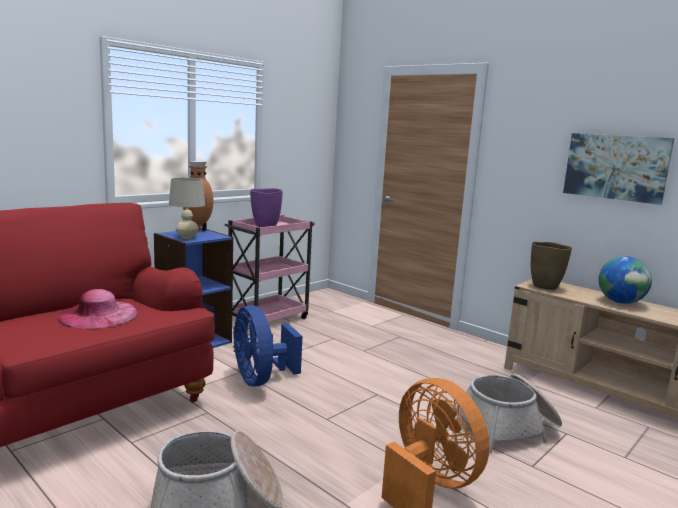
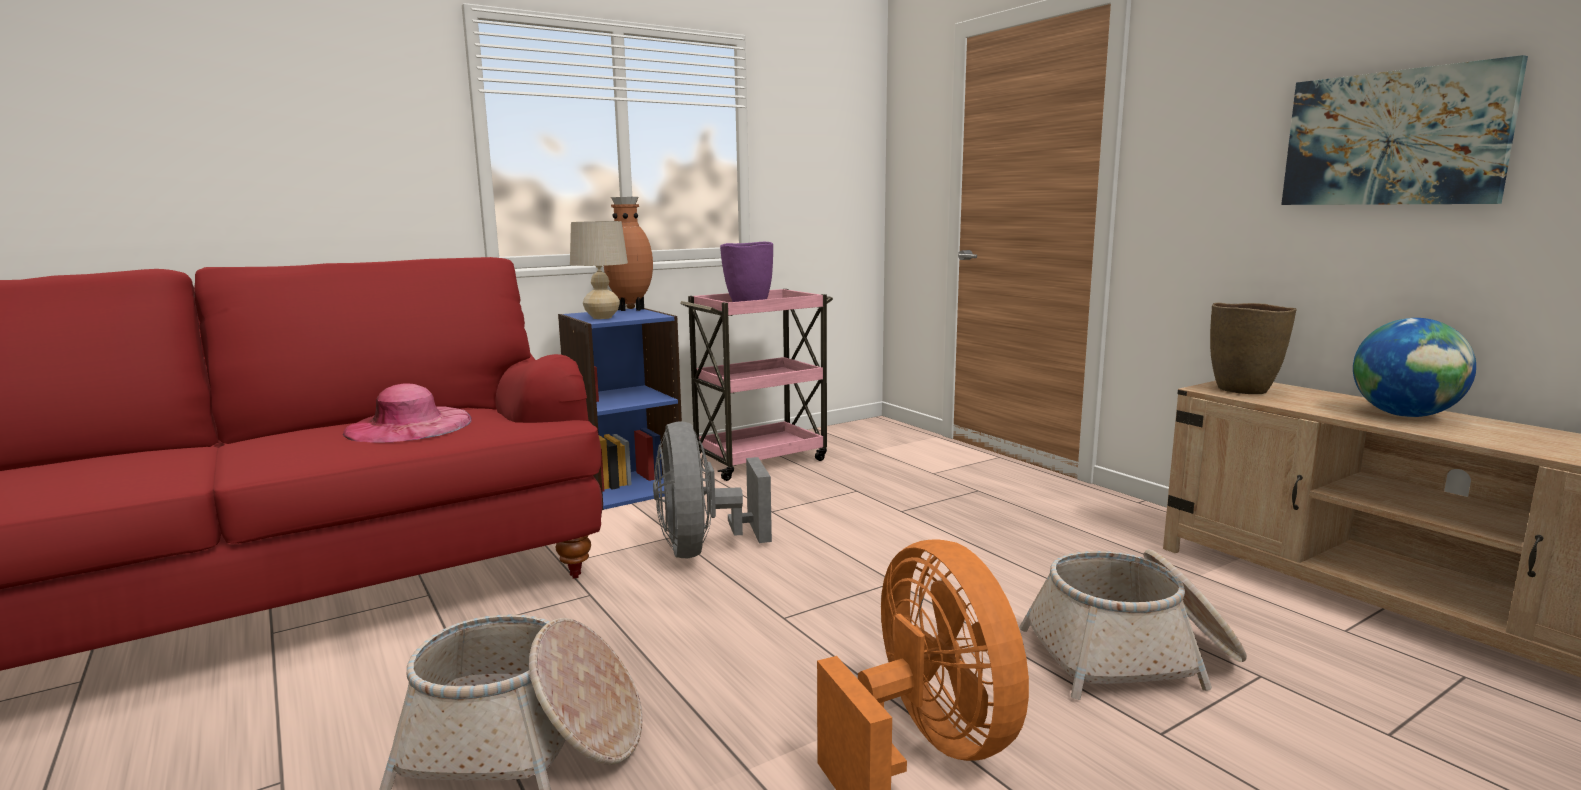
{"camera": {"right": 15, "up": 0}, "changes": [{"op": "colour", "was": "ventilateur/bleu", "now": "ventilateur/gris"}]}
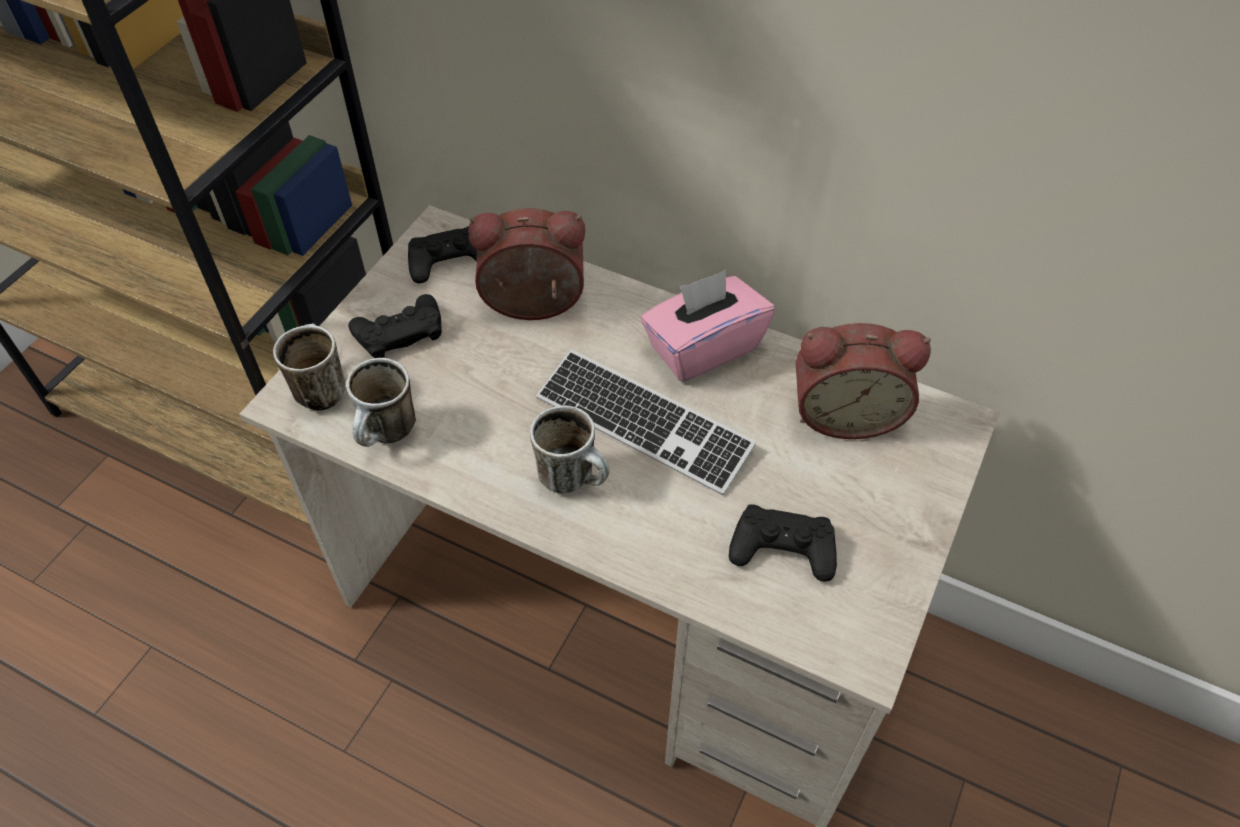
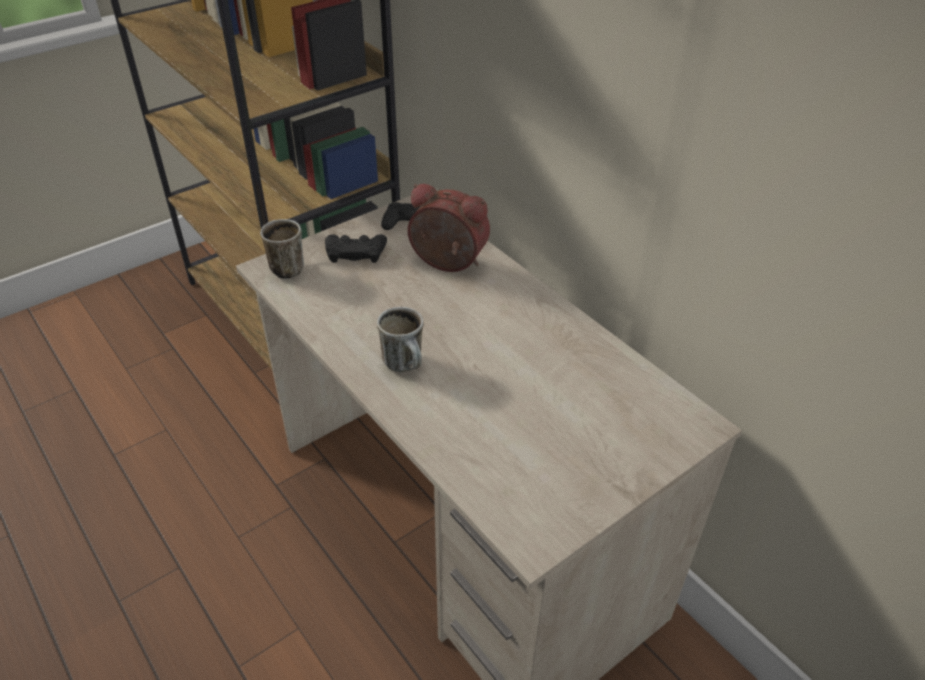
{"camera": {"right": 25, "up": -10}, "changes": [{"op": "missing", "was": "boîte à mouchoirs/rose"}, {"op": "missing", "was": "réveil (no. 2 from left)"}, {"op": "missing", "was": "clavier"}, {"op": "missing", "was": "mug (no. 2 from left)"}, {"op": "missing", "was": "manette/noir (no. 3 from left)"}]}
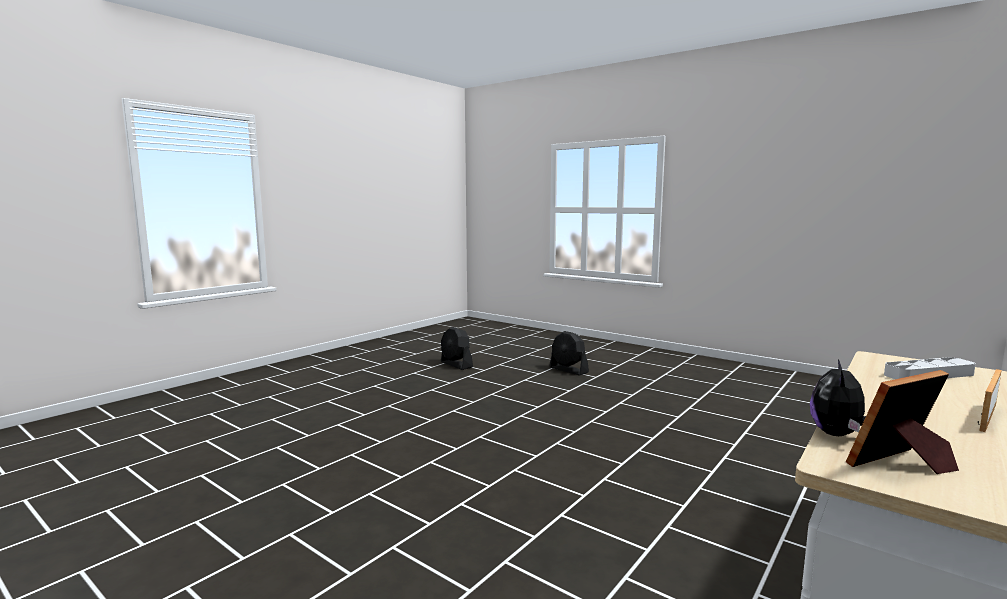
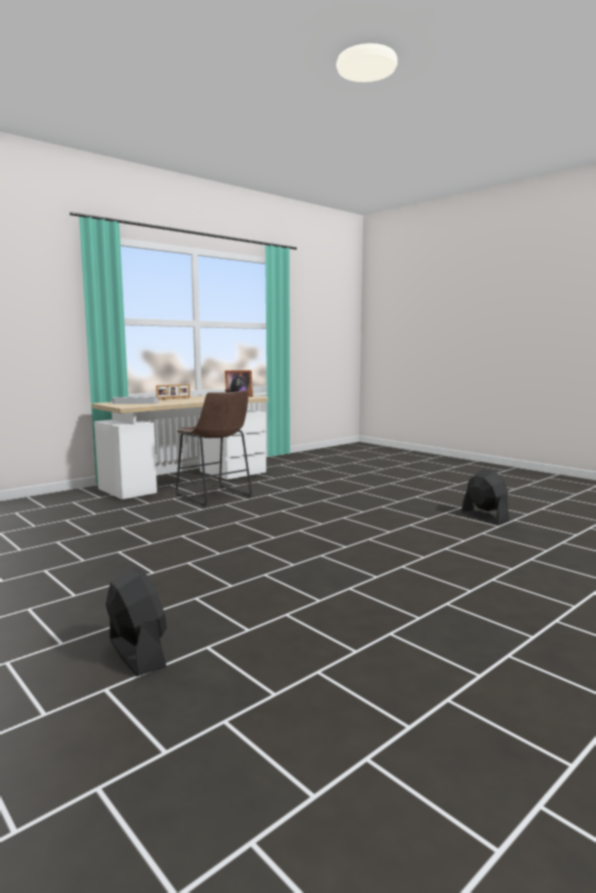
{"camera": {"right": -170, "up": 0}, "changes": [{"op": "relocated", "was": "ventilateur/noir (no. 1 from left in the first image)", "now": "ventilateur/noir (no. 2 from left)"}, {"op": "appeared", "now": "tabouret/marron"}]}
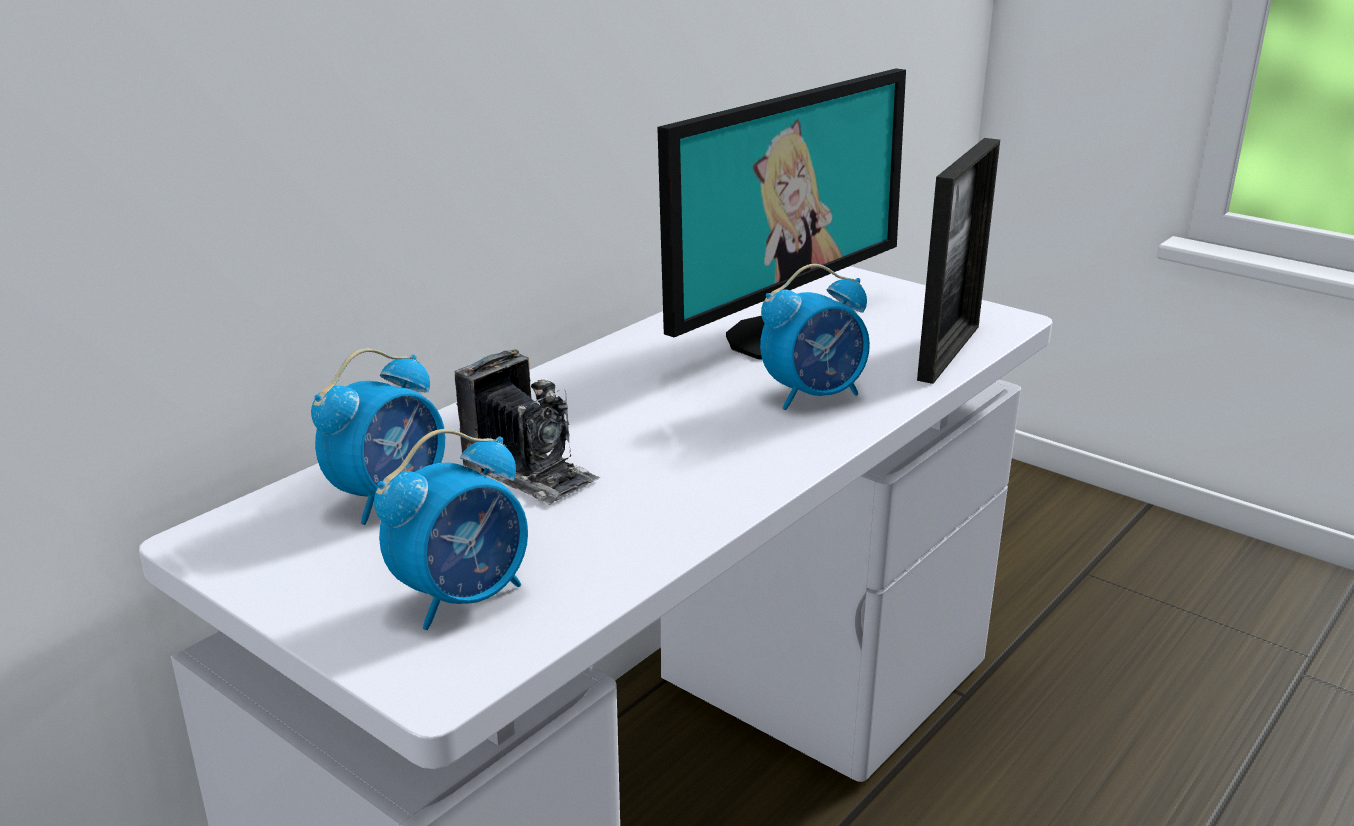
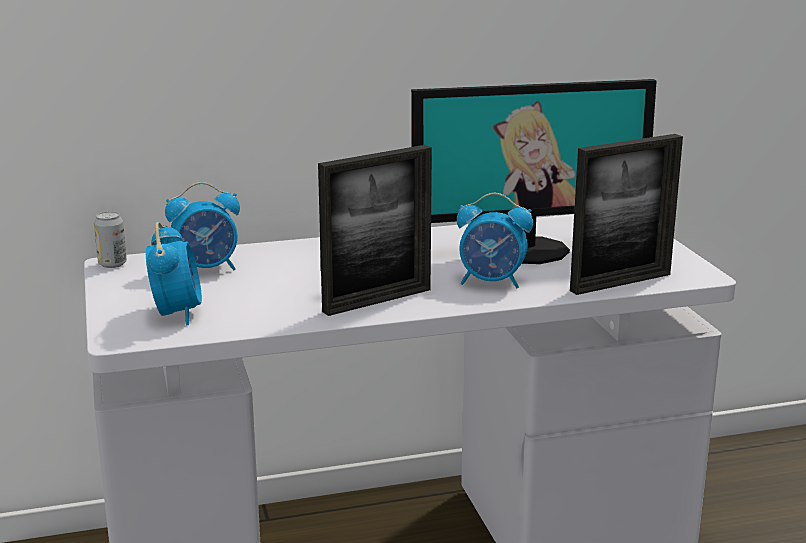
{"camera": {"right": 35, "up": -5}, "changes": [{"op": "missing", "was": "appareil photo"}, {"op": "spun", "was": "réveil (no. 2 from left in the first image)", "clockwise": -90}, {"op": "appeared", "now": "cadre photo (no. 1 from left)"}, {"op": "appeared", "now": "boîte métallique"}]}
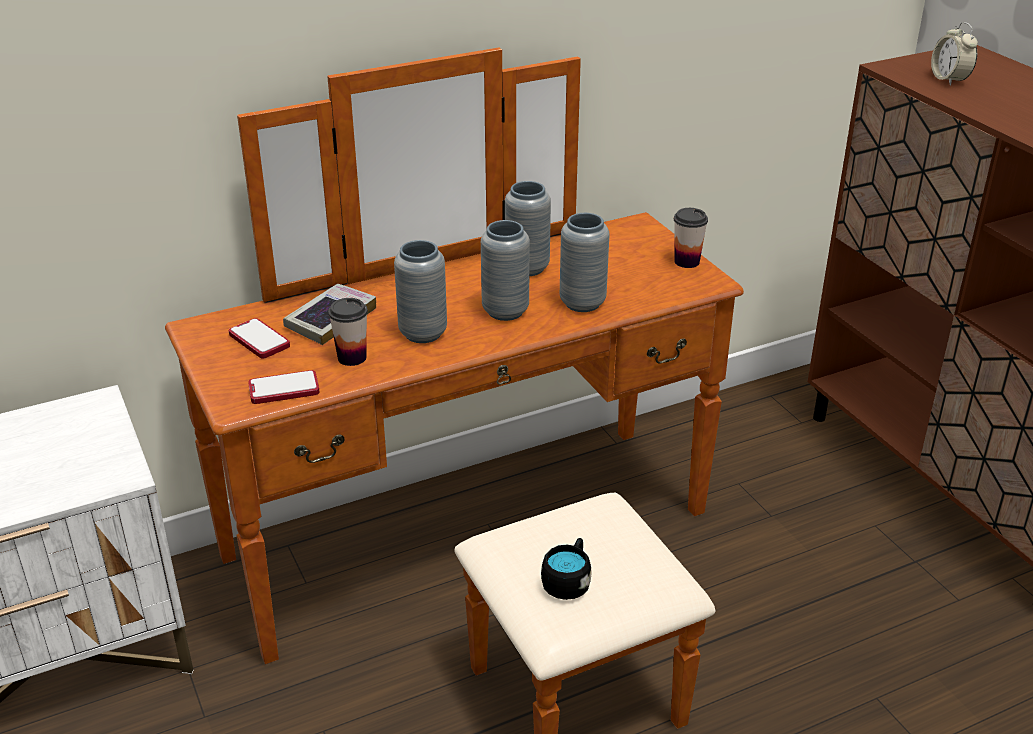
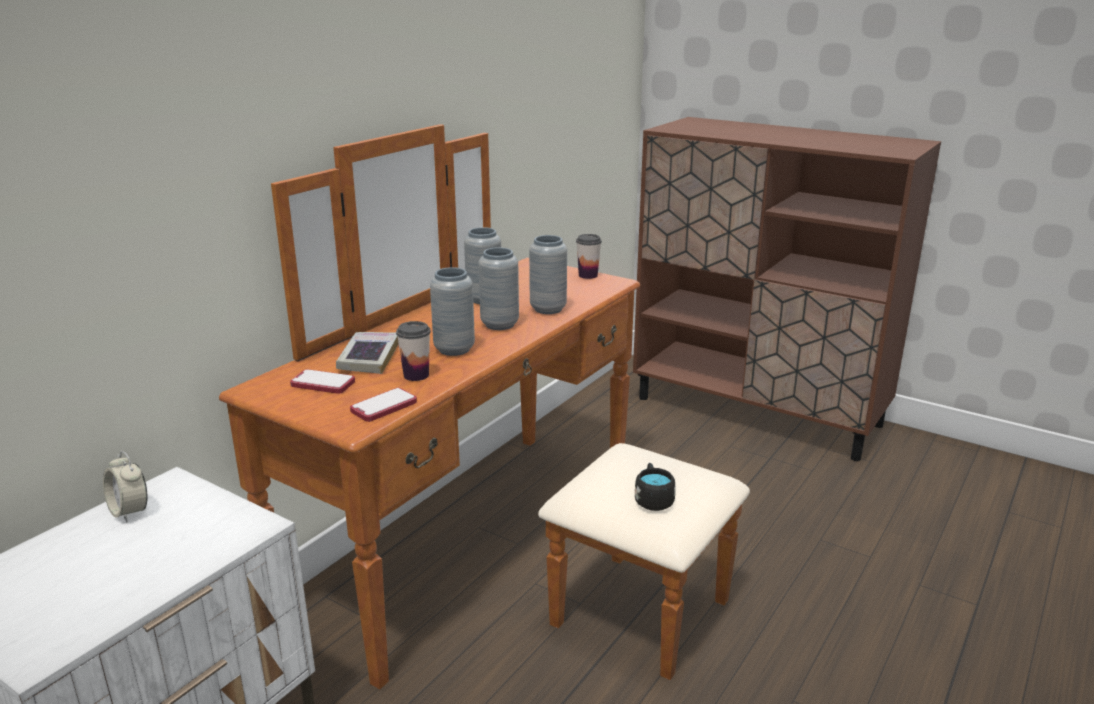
{"camera": {"right": -30, "up": -10}, "changes": [{"op": "relocated", "was": "réveil"}]}
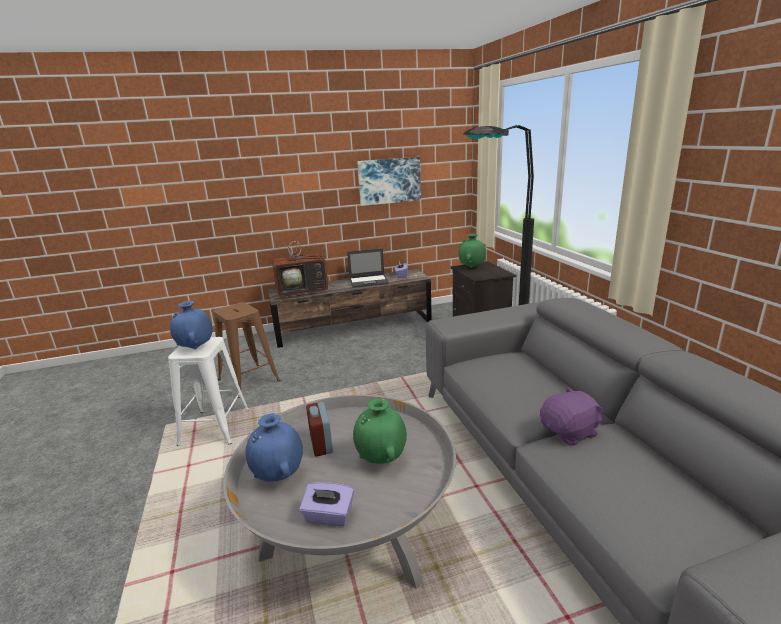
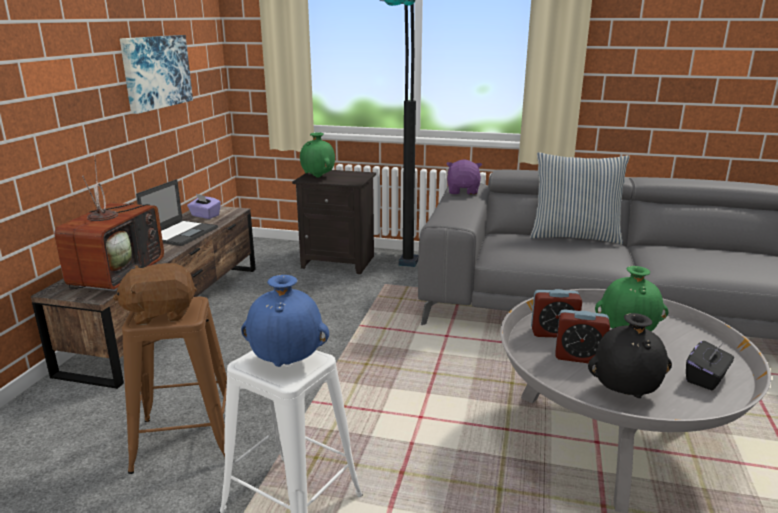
{"camera": {"right": -60, "up": 0}, "changes": [{"op": "relocated", "was": "peluche/violet"}, {"op": "colour", "was": "vase/bleu (no. 2 from left)", "now": "vase/noir"}, {"op": "colour", "was": "boîte à mouchoirs/violet (no. 1 from left)", "now": "boîte à mouchoirs/noir"}, {"op": "appeared", "now": "coussin"}, {"op": "appeared", "now": "peluche/marron"}, {"op": "appeared", "now": "réveil (no. 1 from left)"}]}
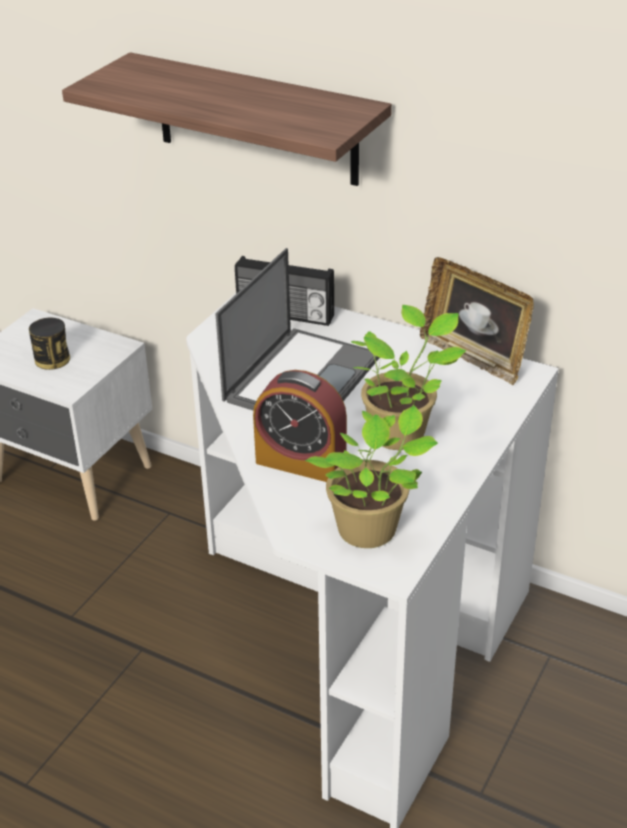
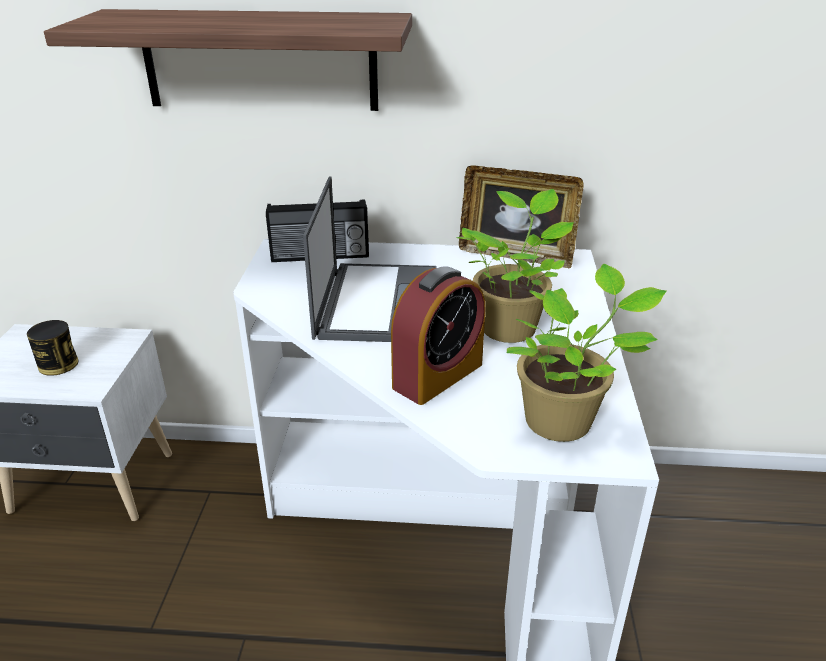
{"camera": {"right": -25, "up": -5}, "changes": [{"op": "spun", "was": "réveil", "clockwise": -45}]}
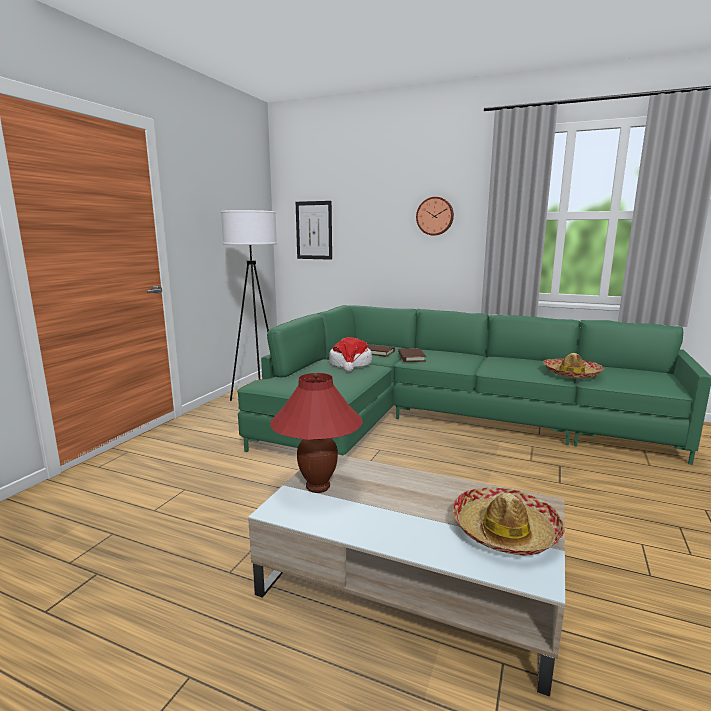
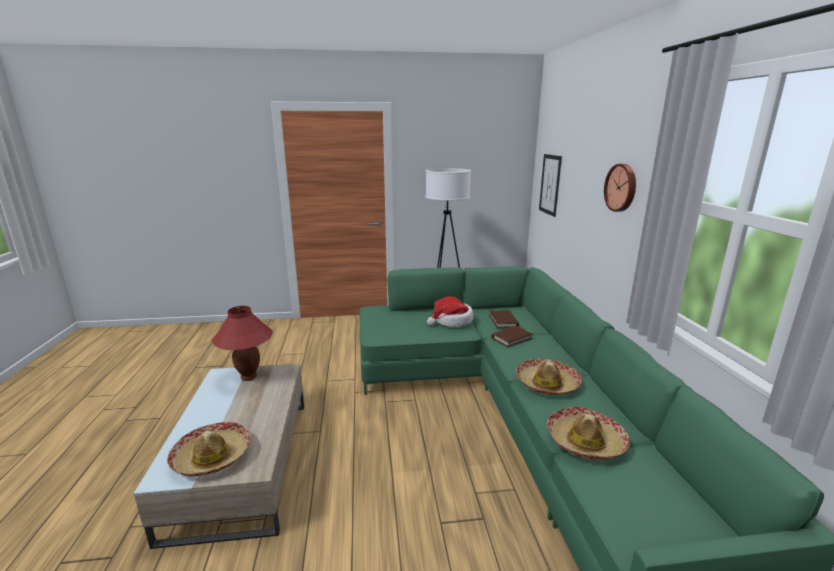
{"camera": {"right": 60, "up": 5}, "changes": [{"op": "appeared", "now": "chapeau (no. 3 from left)"}]}
